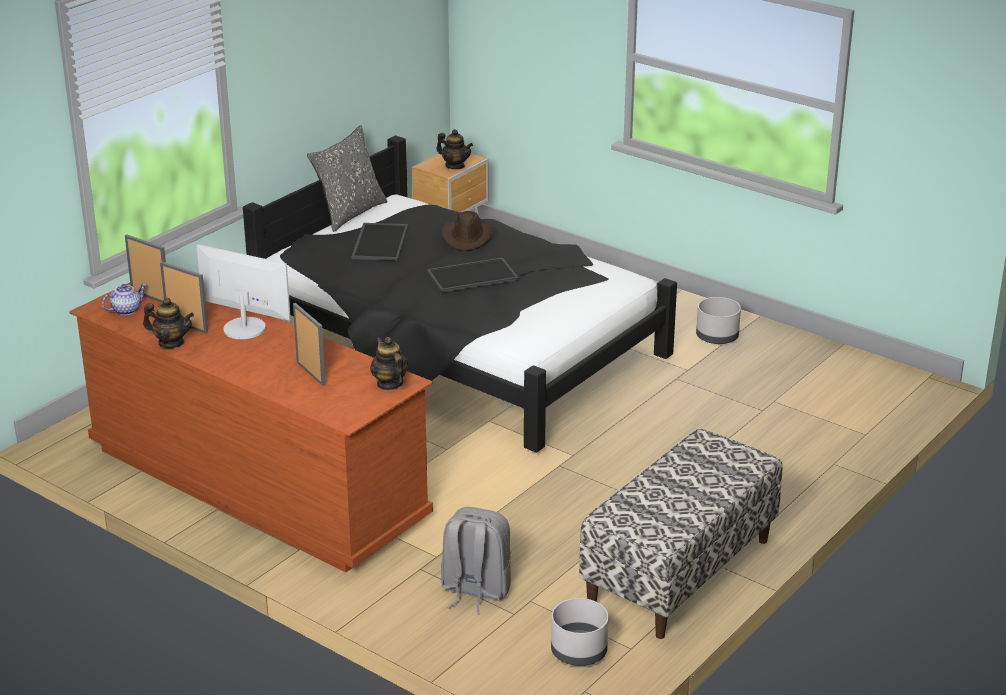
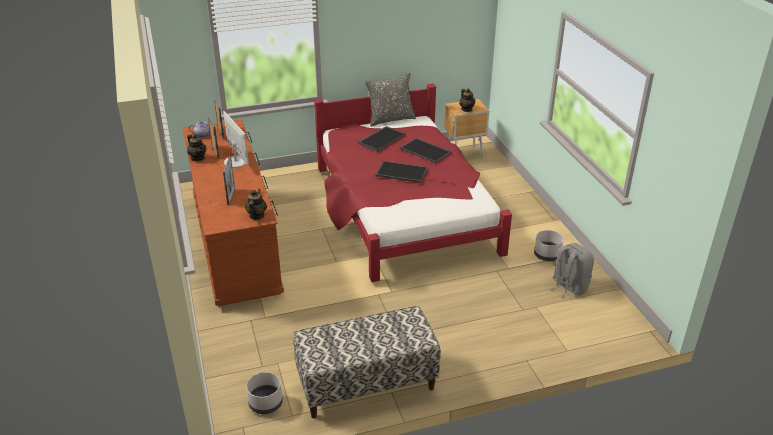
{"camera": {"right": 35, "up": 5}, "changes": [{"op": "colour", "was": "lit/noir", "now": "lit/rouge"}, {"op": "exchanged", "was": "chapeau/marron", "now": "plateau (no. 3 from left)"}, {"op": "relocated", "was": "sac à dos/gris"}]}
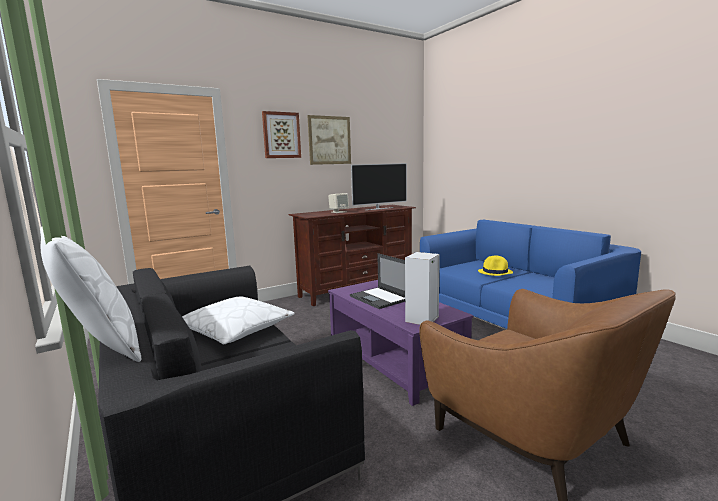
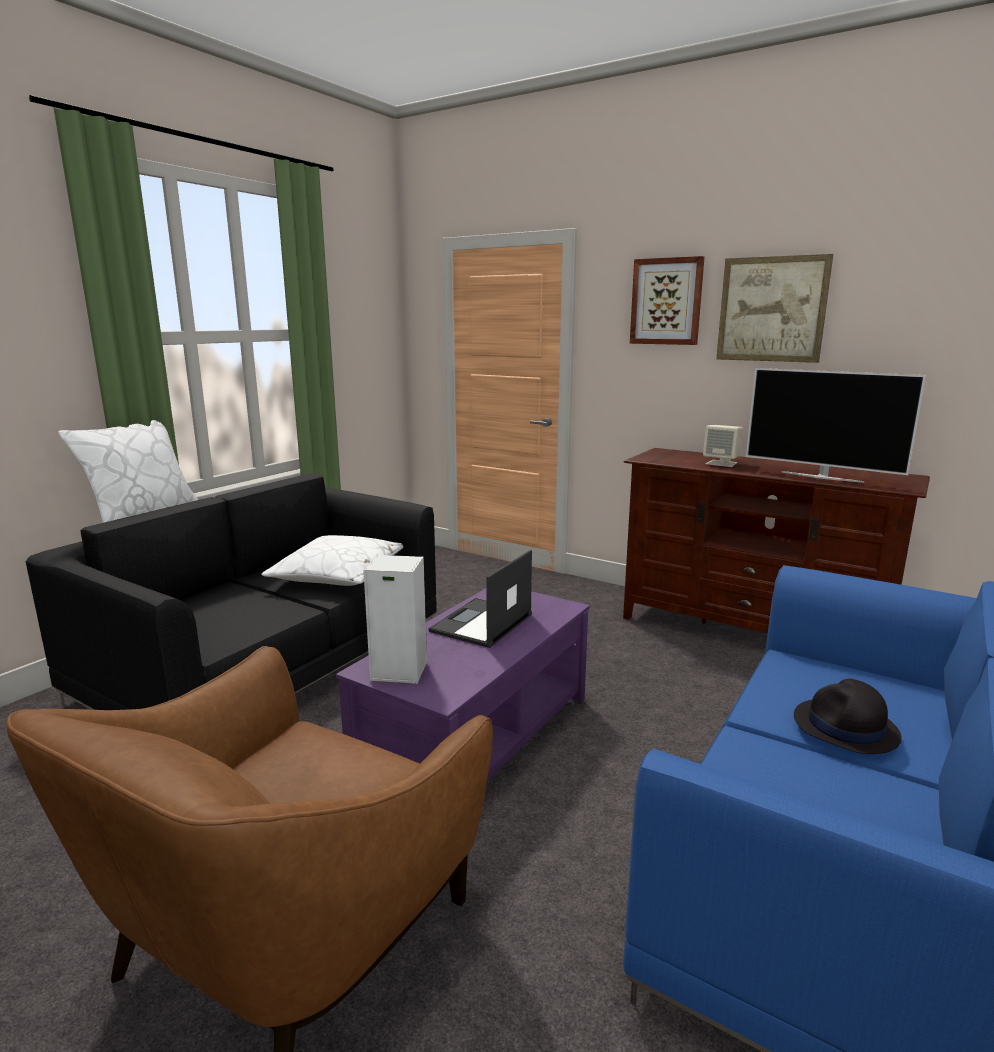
{"camera": {"right": 65, "up": 5}, "changes": [{"op": "colour", "was": "chapeau/jaune", "now": "chapeau/noir"}]}
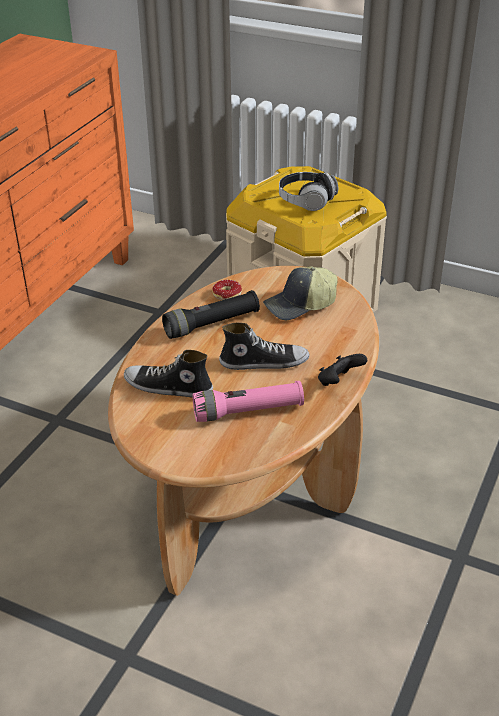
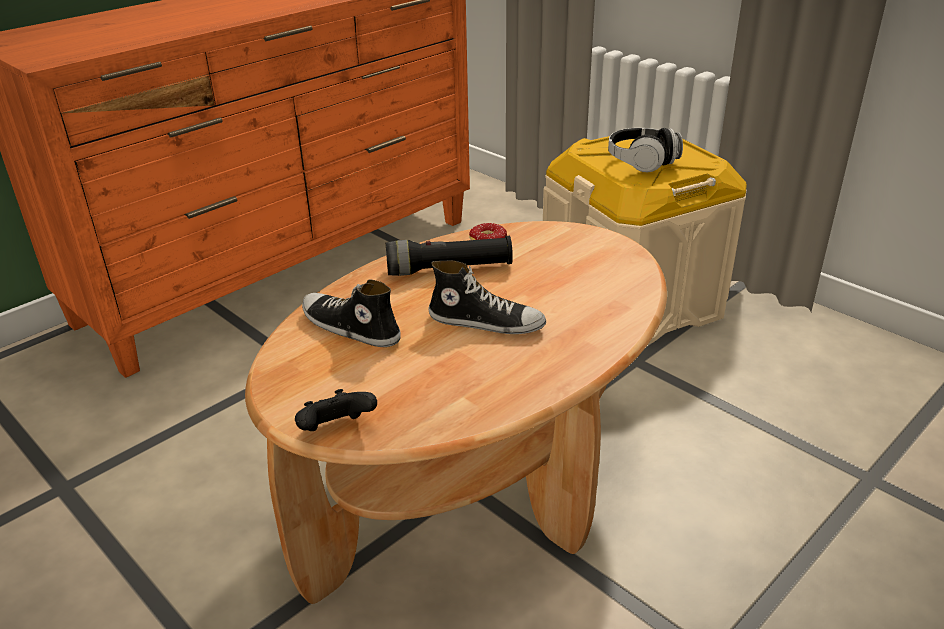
{"camera": {"right": 20, "up": -5}, "changes": [{"op": "missing", "was": "casquette"}, {"op": "relocated", "was": "manette/noir"}, {"op": "missing", "was": "lampe de poche/rose"}]}
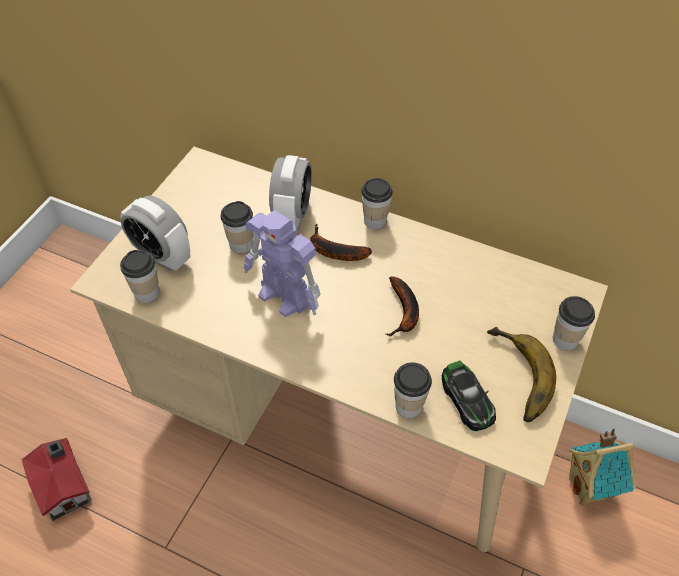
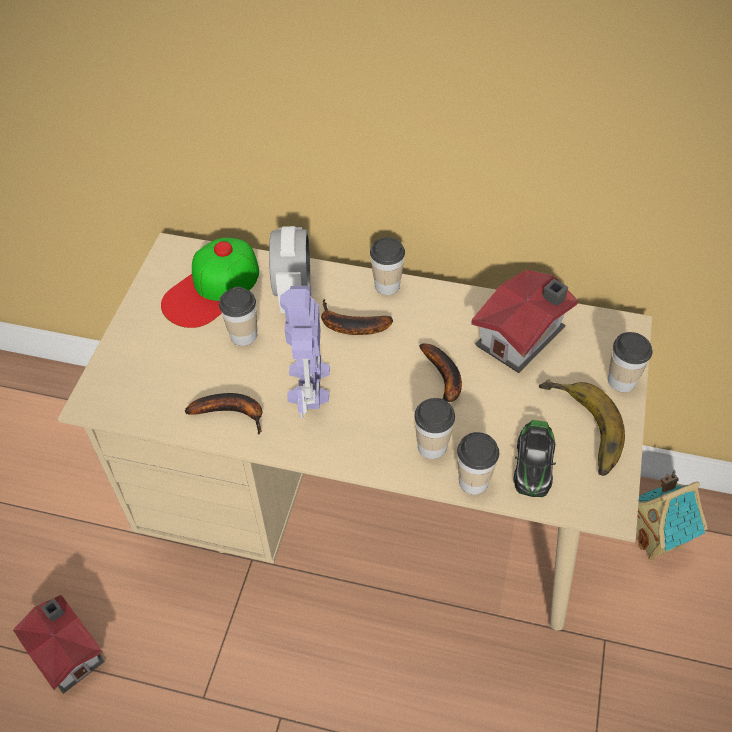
{"camera": {"right": -10, "up": 0}, "changes": [{"op": "missing", "was": "réveil (no. 1 from left)"}, {"op": "spun", "was": "robot jouet", "clockwise": 60}, {"op": "relocated", "was": "tasse (no. 1 from left in the first image)", "now": "tasse (no. 3 from left)"}, {"op": "spun", "was": "petite voiture", "clockwise": 45}, {"op": "appeared", "now": "casquette"}, {"op": "appeared", "now": "maison miniature (no. 2 from left)"}, {"op": "appeared", "now": "banane (no. 1 from left)"}]}
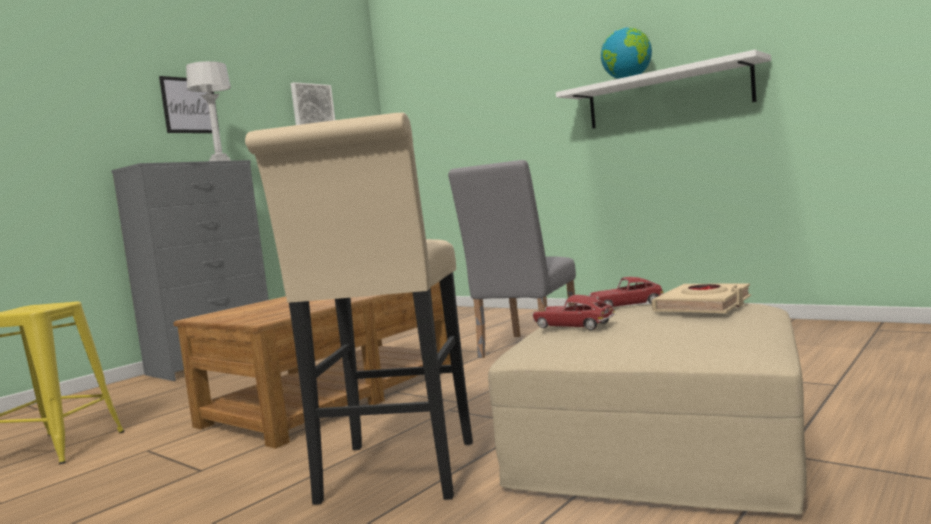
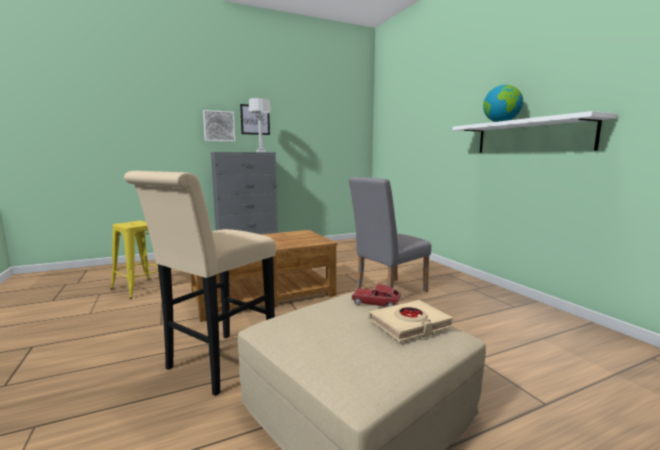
{"camera": {"right": 25, "up": 5}, "changes": [{"op": "relocated", "was": "tableau (no. 2 from left in the first image)", "now": "tableau (no. 1 from left)"}, {"op": "missing", "was": "petite voiture (no. 1 from left)"}]}
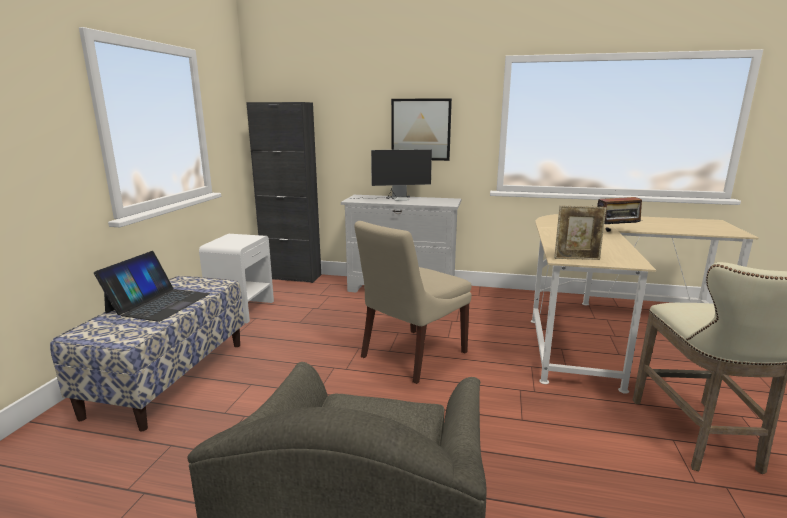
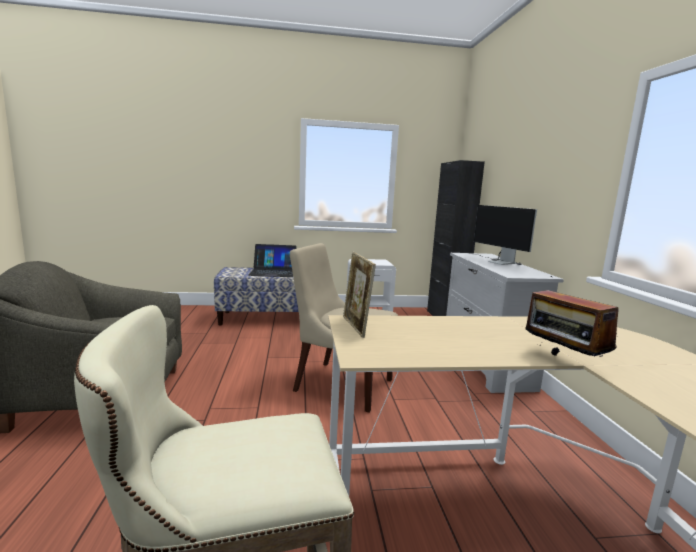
{"camera": {"right": 70, "up": -5}, "changes": [{"op": "missing", "was": "tableau"}]}
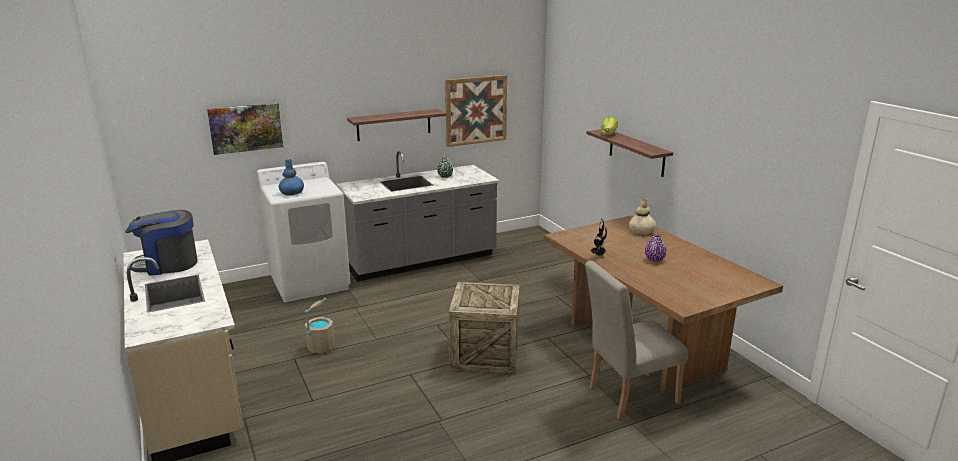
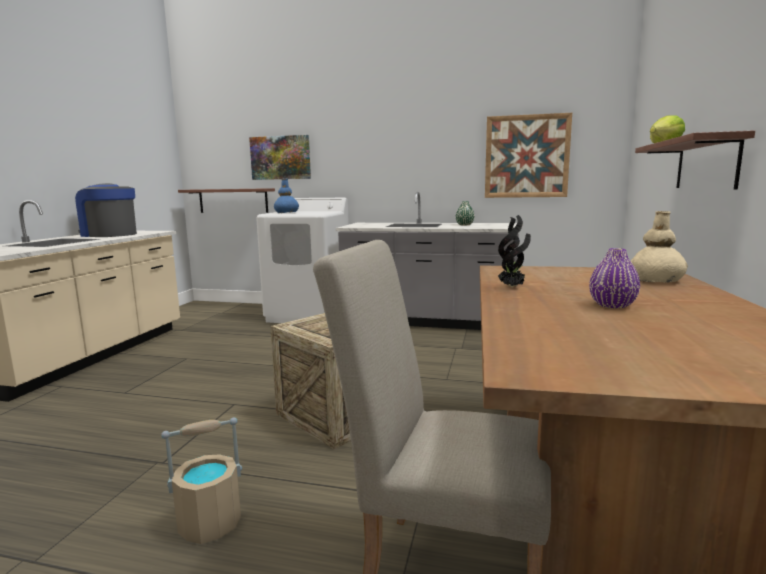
{"camera": {"right": 40, "up": -10}, "changes": [{"op": "relocated", "was": "étagère (no. 1 from left)"}, {"op": "relocated", "was": "seau/beige"}]}
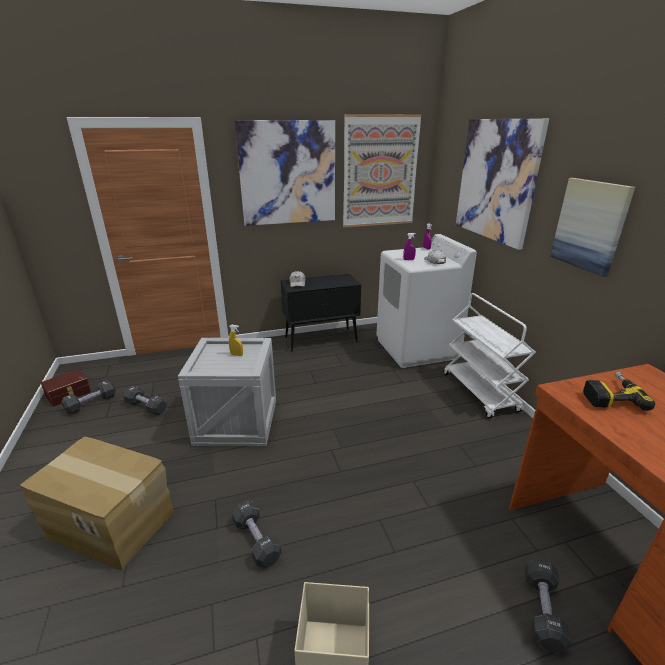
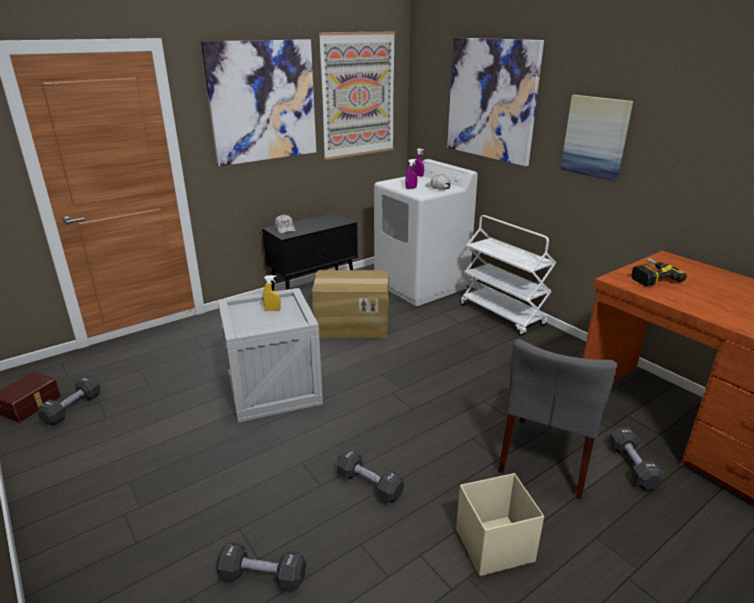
{"camera": {"right": -20, "up": 0}, "changes": [{"op": "relocated", "was": "haltère/noir (no. 2 from left)"}, {"op": "relocated", "was": "carton"}, {"op": "appeared", "now": "chaise/gris"}]}
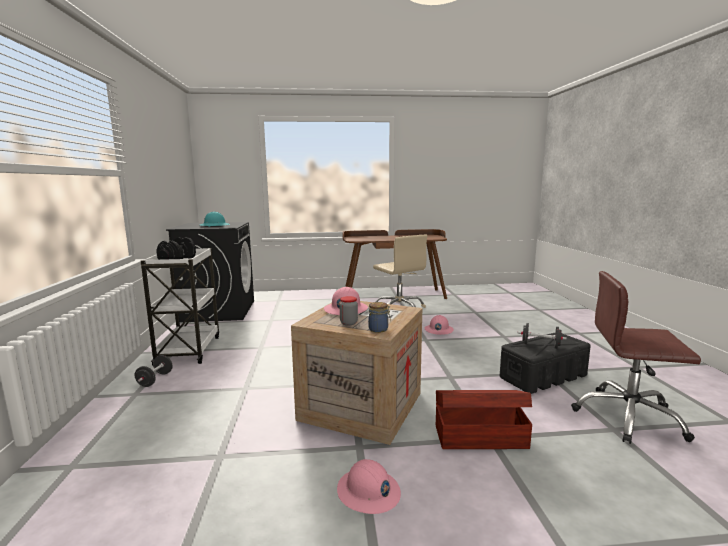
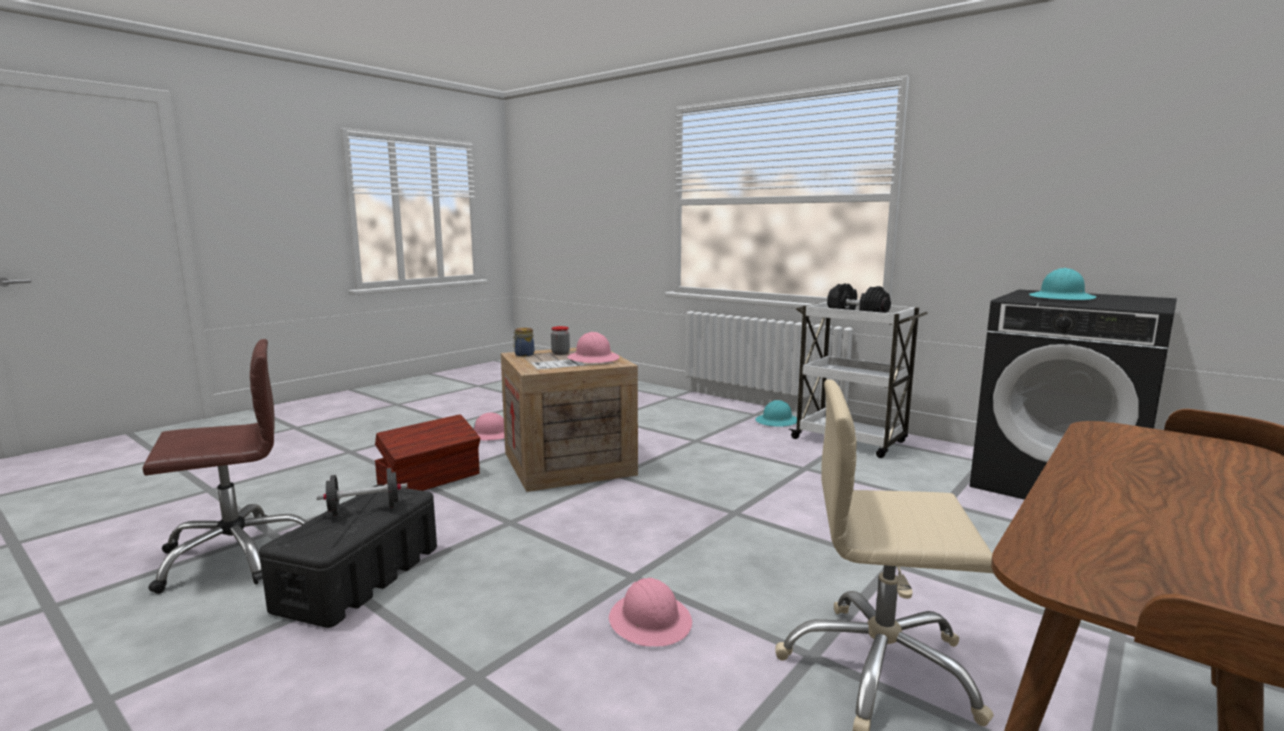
{"camera": {"right": 135, "up": 0}, "changes": [{"op": "exchanged", "was": "haltère/noir (no. 1 from left)", "now": "casque de chantier/turquoise (no. 1 from left)"}]}
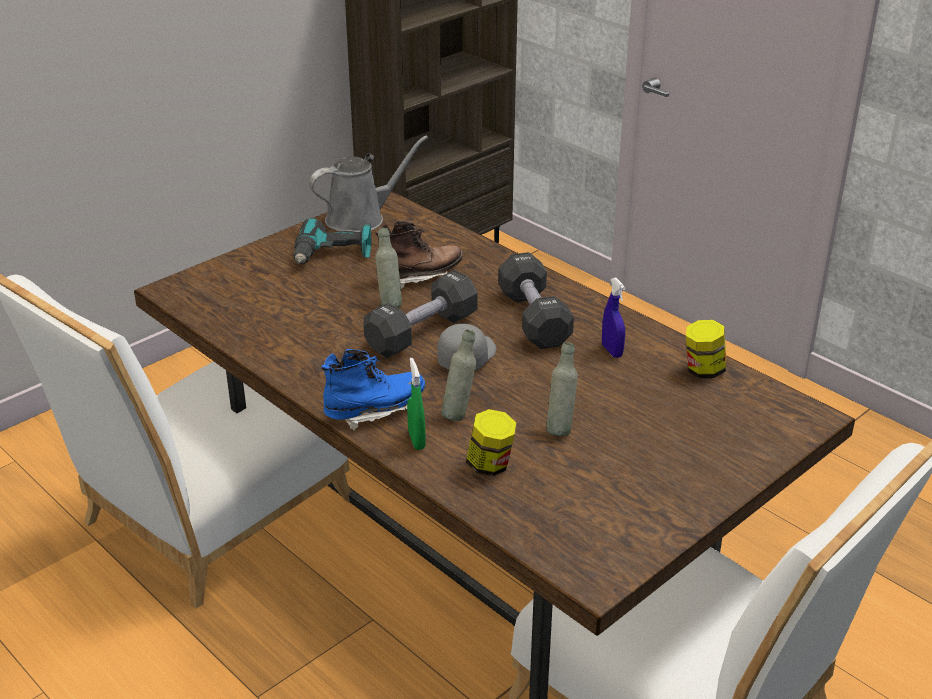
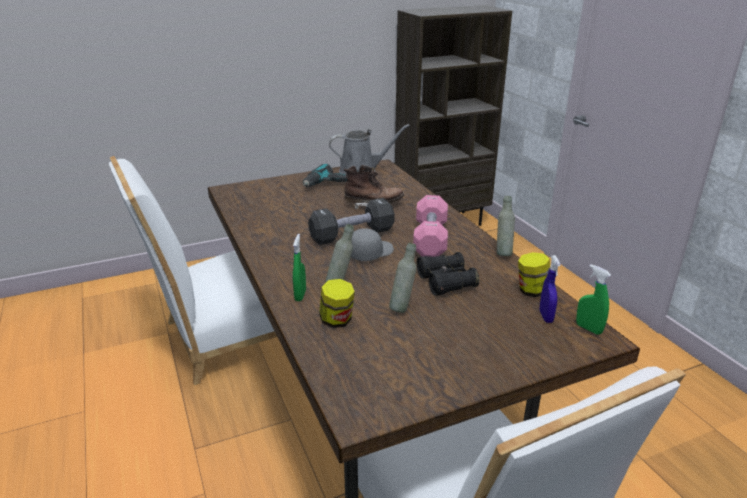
{"camera": {"right": 20, "up": -5}, "changes": [{"op": "relocated", "was": "bouteille/gris (no. 1 from left in the first image)", "now": "bouteille/gris (no. 3 from left)"}, {"op": "colour", "was": "haltère/noir (no. 2 from left)", "now": "haltère/rose"}, {"op": "relocated", "was": "vaporisateur/bleu"}, {"op": "missing", "was": "botte/bleu"}, {"op": "appeared", "now": "jumelles/noir"}, {"op": "appeared", "now": "vaporisateur/vert (no. 2 from left)"}]}
